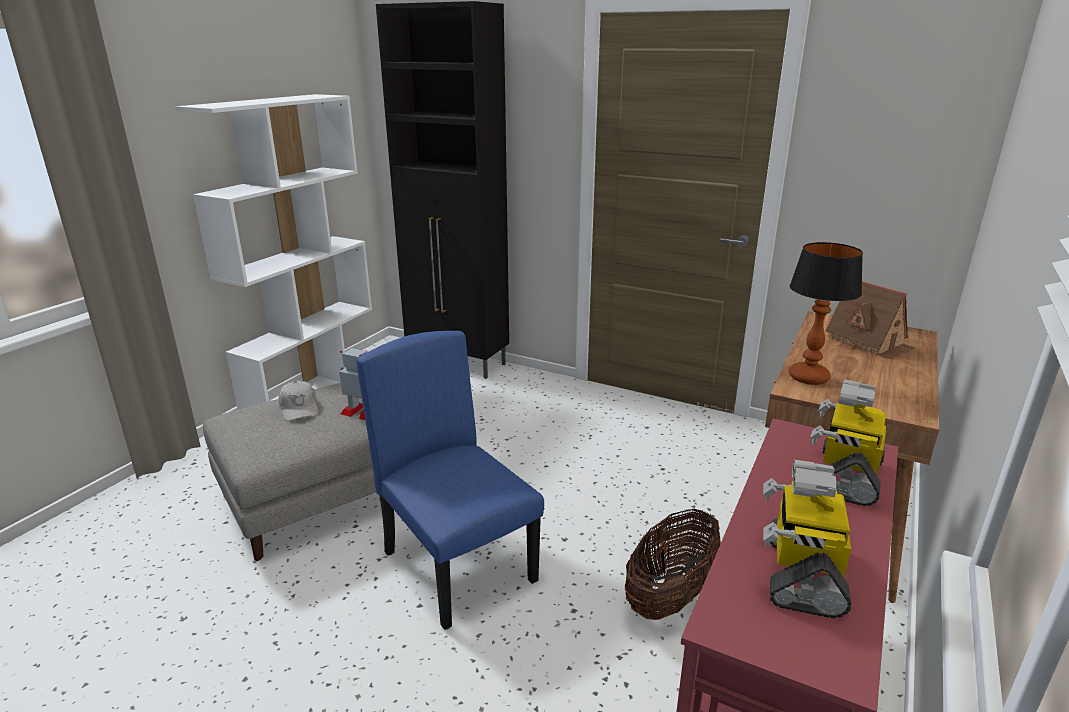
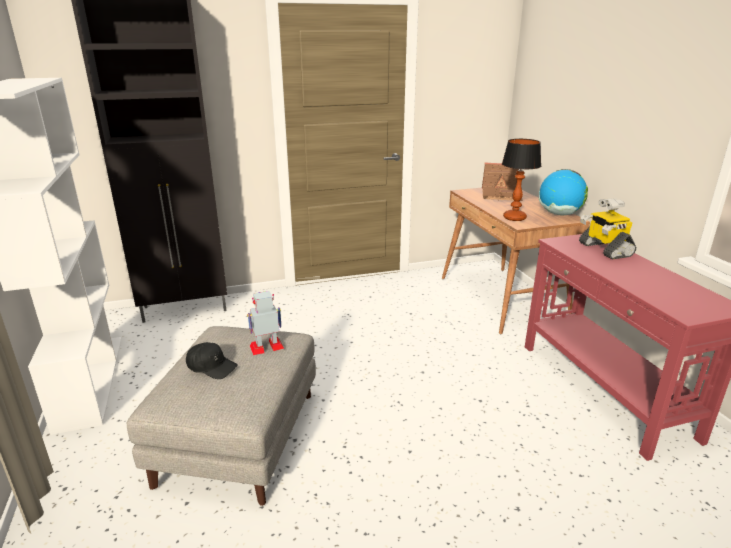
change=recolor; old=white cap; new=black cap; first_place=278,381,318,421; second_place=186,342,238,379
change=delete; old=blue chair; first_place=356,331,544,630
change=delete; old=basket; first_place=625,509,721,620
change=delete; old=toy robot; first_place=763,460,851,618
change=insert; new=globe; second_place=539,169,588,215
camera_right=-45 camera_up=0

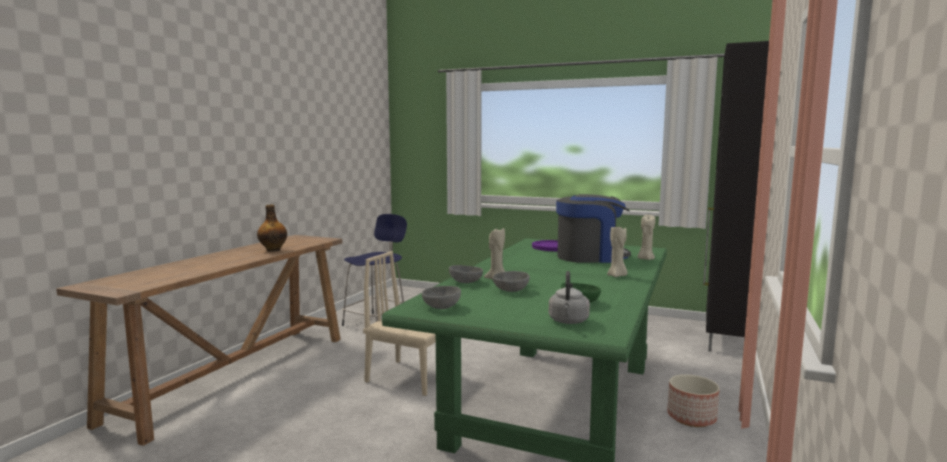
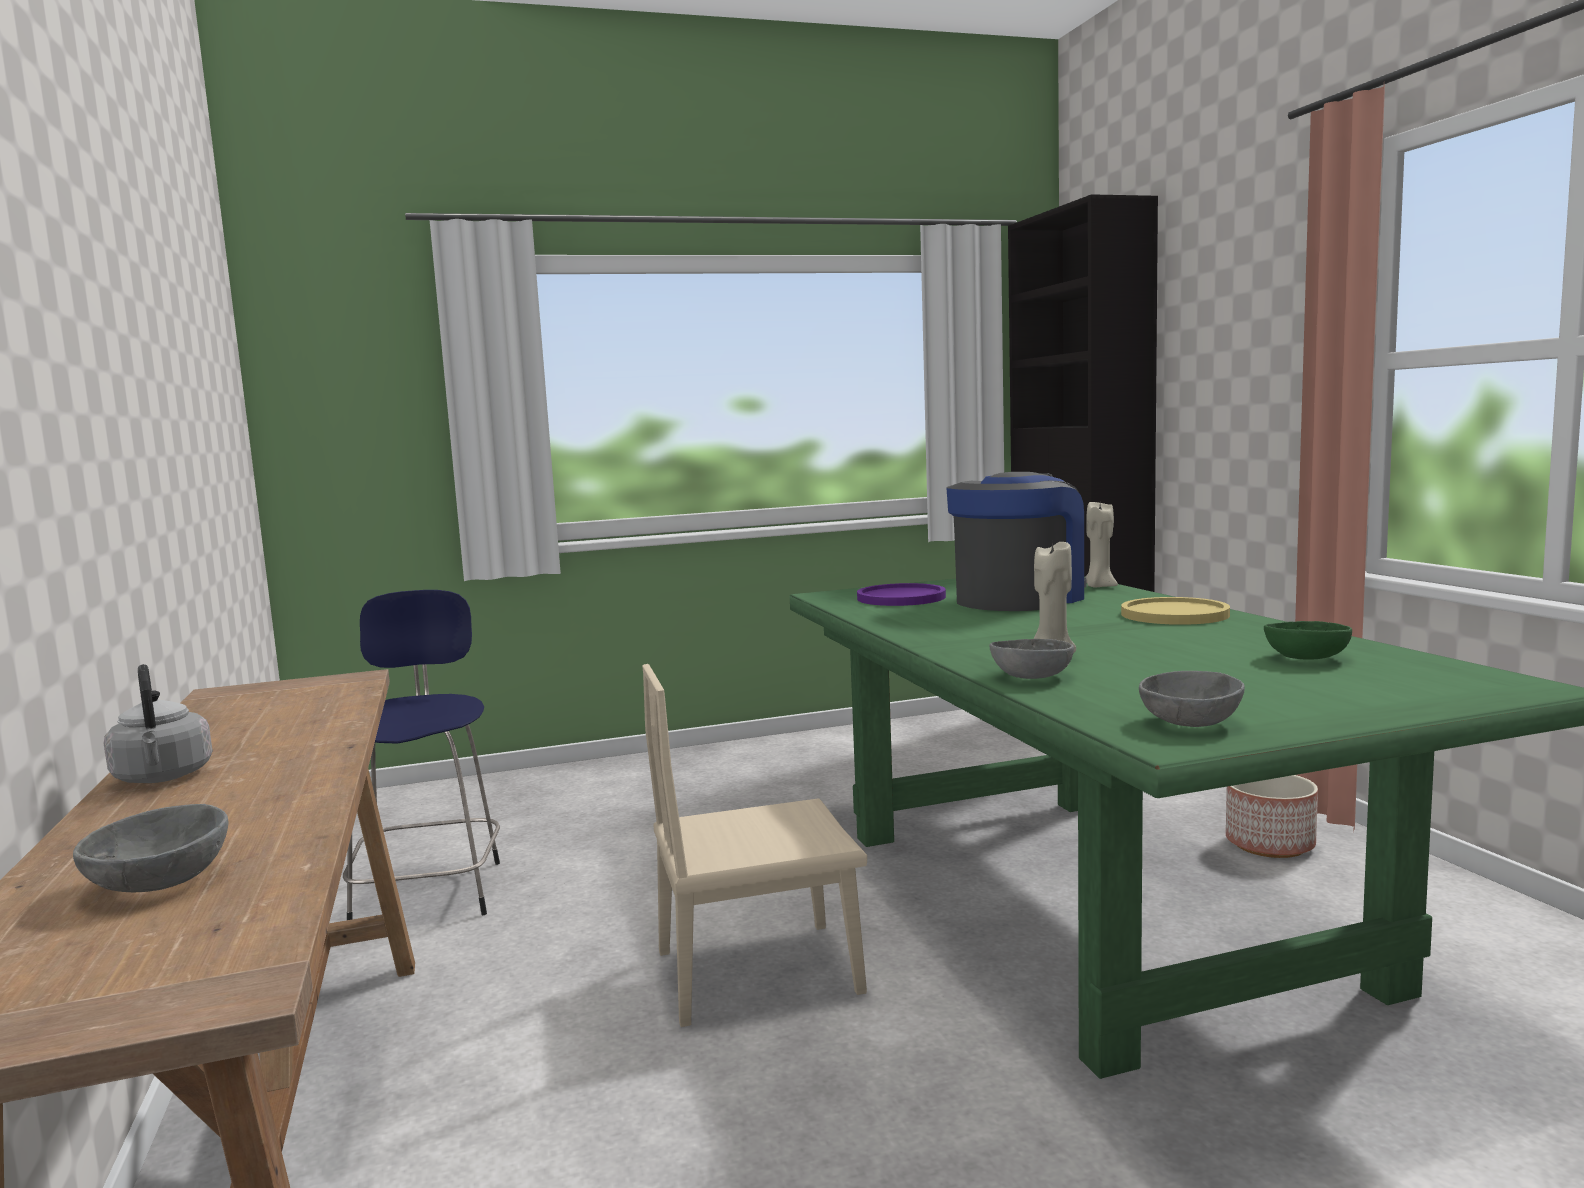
change=delete; old=bottle; first_place=257,204,287,252
change=move; old=grey bowl; first_place=493,271,530,292; second_place=73,804,228,892
change=move; old=grey kettle; first_place=549,271,590,324; second_place=104,664,213,783
change=replace; old=beige candle; new=yellow plate; first_place=607,226,628,277; second_place=1121,597,1230,625
camera_right=-40 camera_up=0

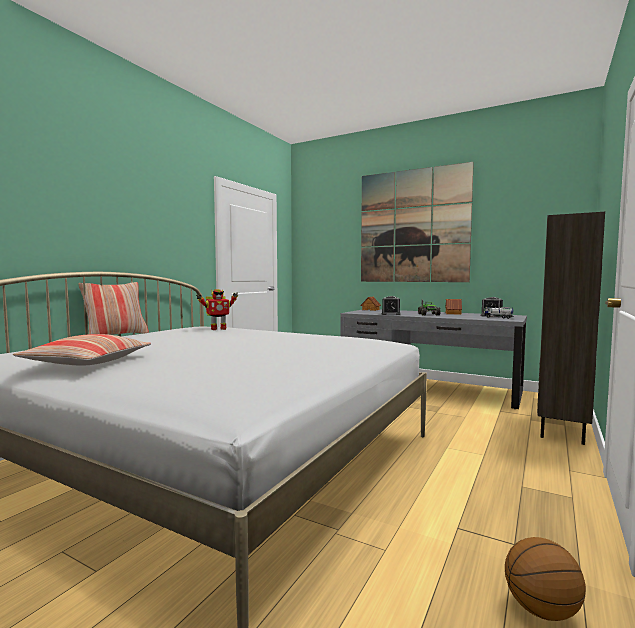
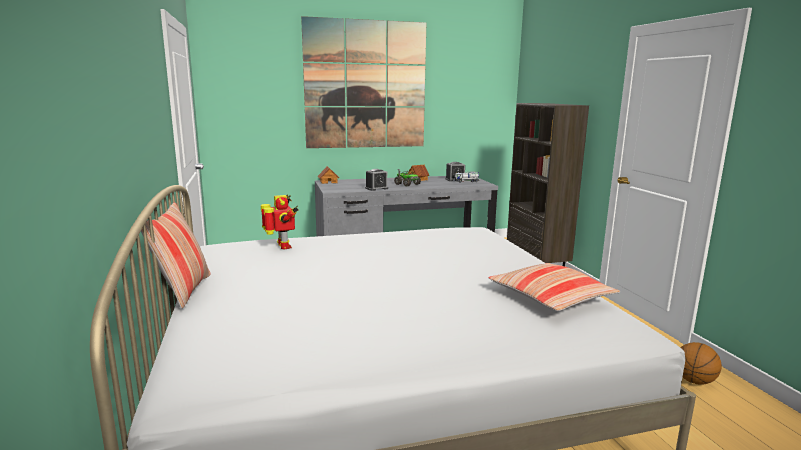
change=move; old=pillow; first_place=13,334,151,365; second_place=489,263,620,311
change=rotate; old=toy robot; first_place=196,289,238,330; second_place=261,194,299,249; degrees=-45
camera_right=-45 camera_up=10

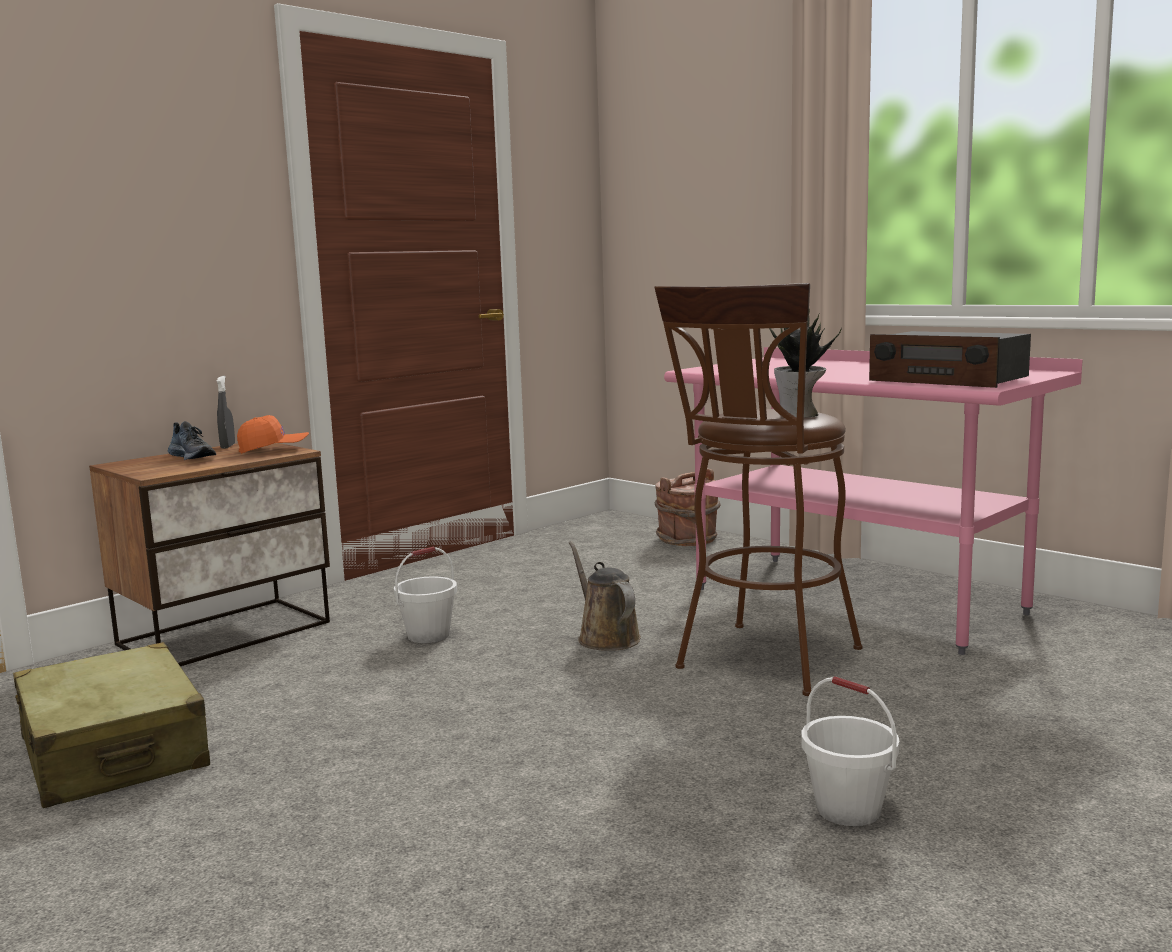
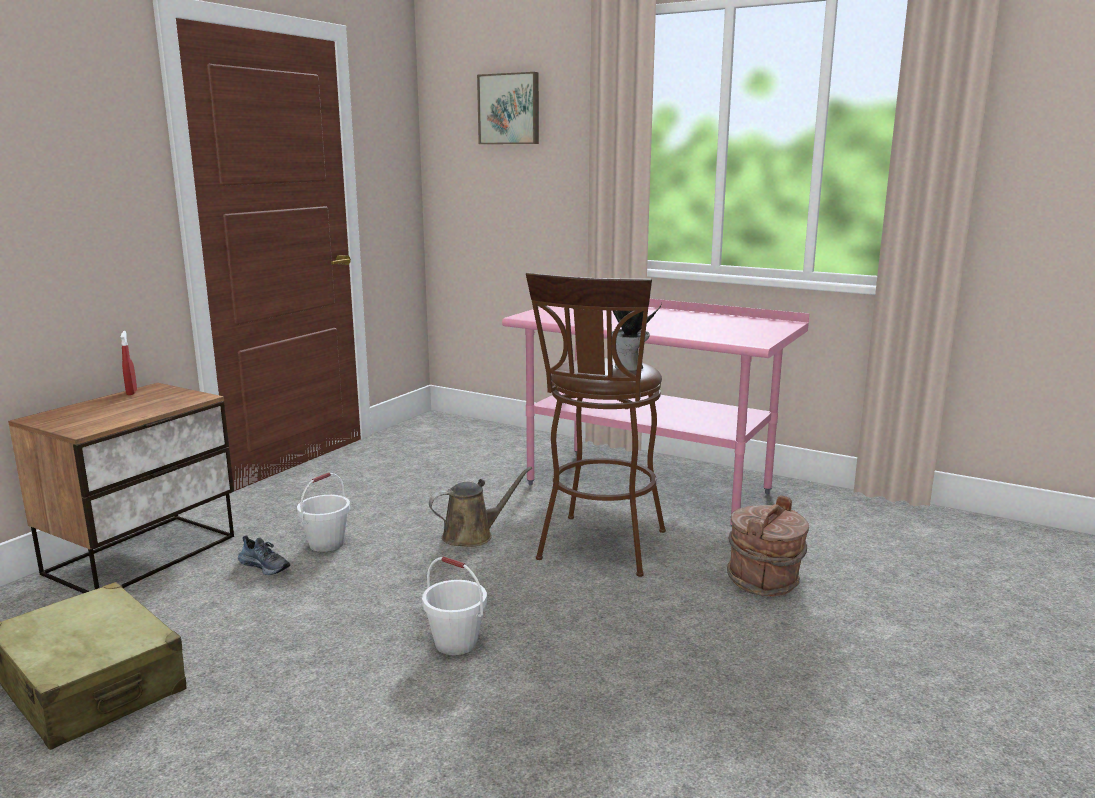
change=move; old=shoe; first_place=168,421,216,460; second_place=238,535,290,575
change=recolor; old=grey spray bottle; new=red spray bottle; first_place=216,376,235,448; second_place=121,331,137,395
change=delete; old=orange cap; first_place=237,415,309,454
change=rotate; old=brown watering can; first_place=569,541,641,651; second_place=429,467,532,547; degrees=105
change=move; old=brown bucket; first_place=655,468,720,546; second_place=727,495,809,597
change=move; old=white bucket; first_place=801,676,900,826; second_place=422,557,487,655
change=delete; old=radio; first_place=869,331,1031,388
change=insert; new=picture; second_place=477,72,539,144
camera_right=-15 camera_up=5

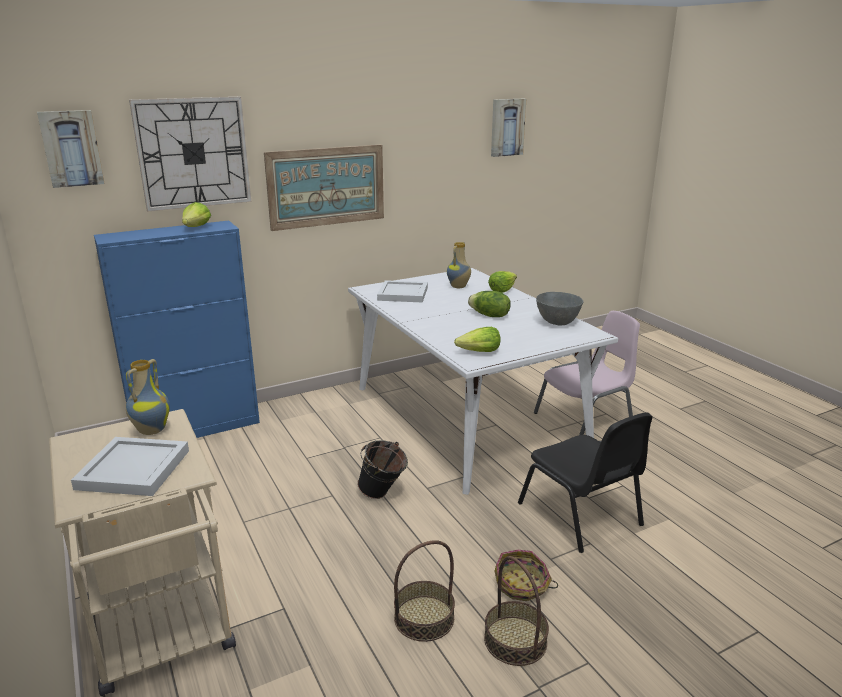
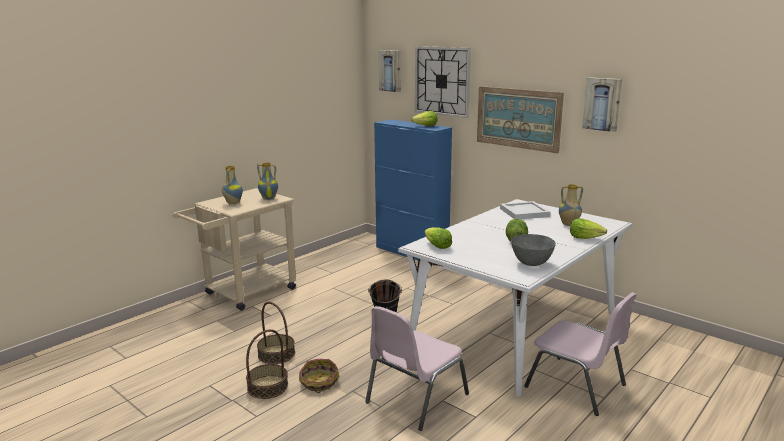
change=replace; old=white tray; new=vase; first_place=71,437,189,496; second_place=222,166,243,204
change=move; old=picture; first_place=491,99,526,157; second_place=582,77,622,132
change=recolor; old=black chair; new=pink chair; first_place=518,413,652,553; second_place=365,306,469,431
camera_right=70 camera_up=-5

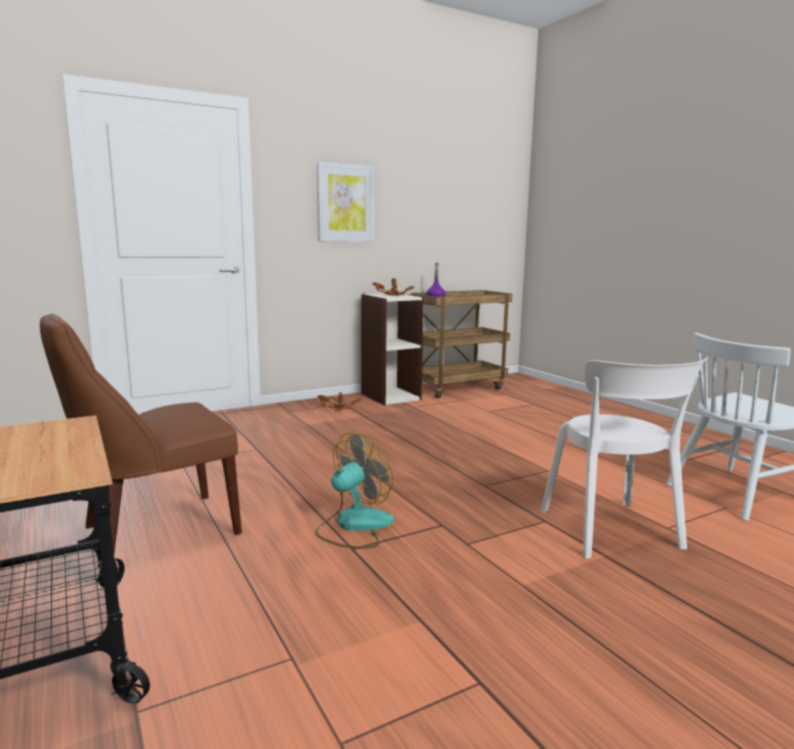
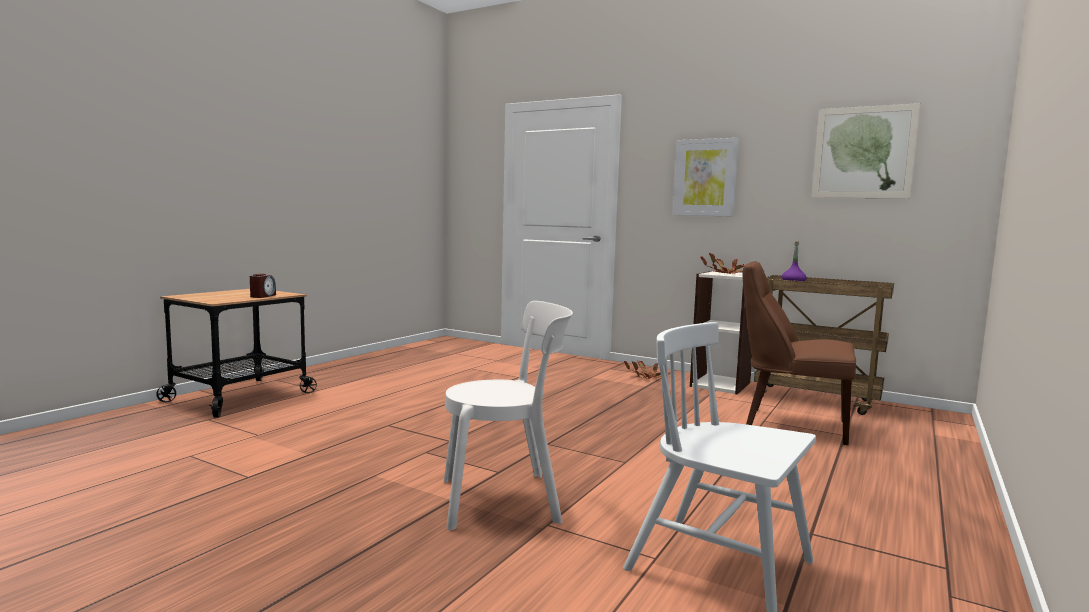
change=move; old=brown chair; first_place=40,314,242,554; second_place=743,262,856,445
change=delete; old=fan; first_place=315,433,394,549
change=rotate; old=white chair; first_place=541,357,708,559; second_place=444,301,573,530; degrees=-150
change=insert; new=alarm clock; second_place=250,274,276,298
change=insert; new=picture; second_place=812,103,920,198
camera_right=60 camera_up=-5

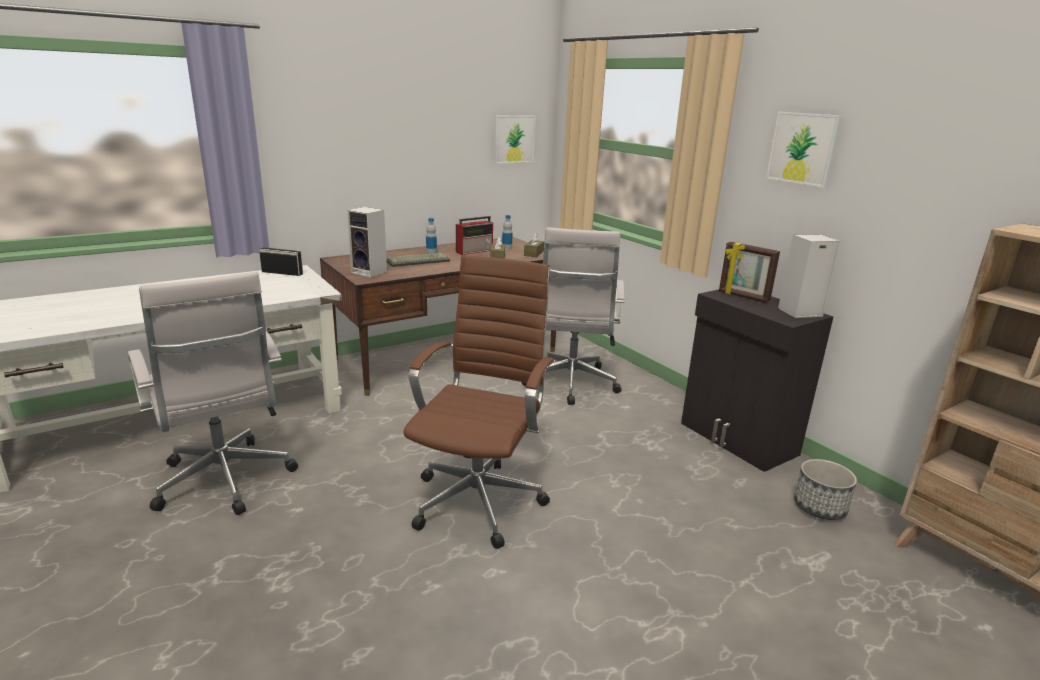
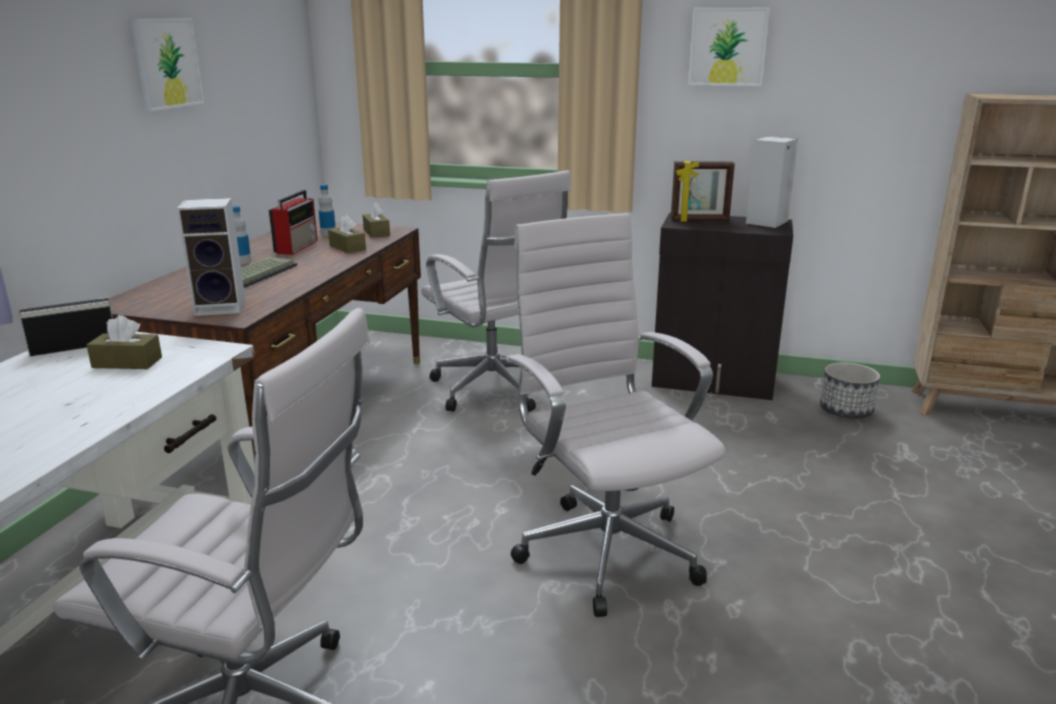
change=recolor; old=brown office chair; new=white office chair; first_place=403,255,555,549; second_place=506,213,726,617
change=move; old=picture; first_place=494,115,535,164; second_place=130,19,204,112
change=insert; new=brown tissue box; second_place=87,315,162,369
camera_right=-40 camera_up=0

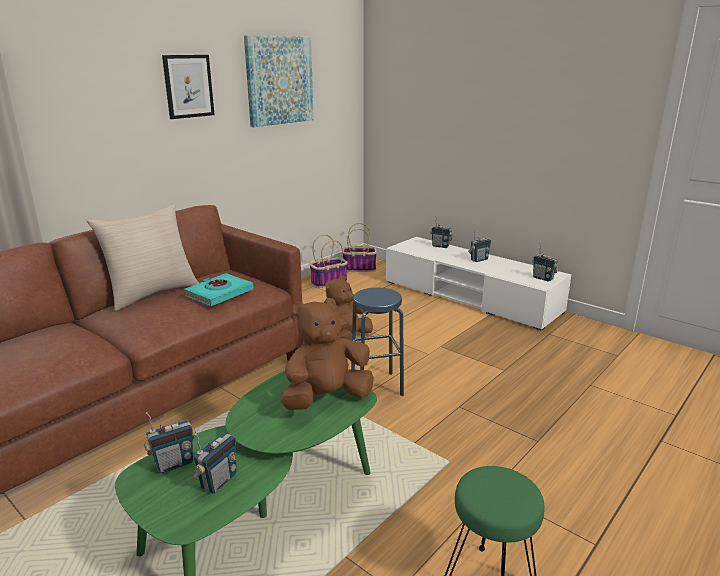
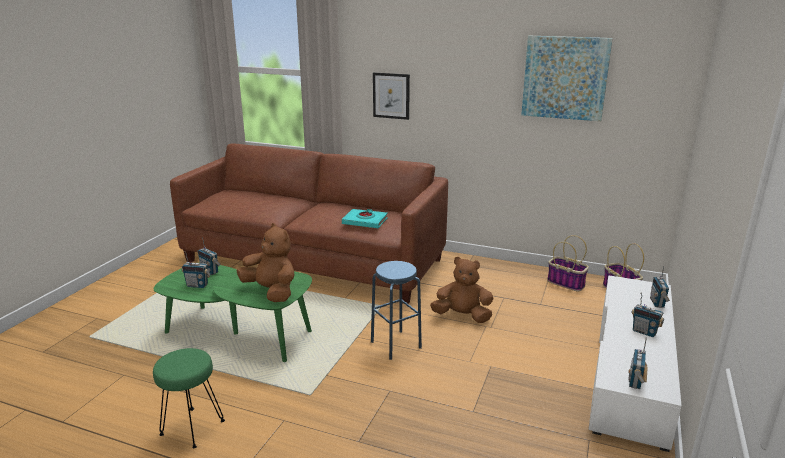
change=delete; old=beige pillow; first_place=86,203,199,311
change=move; old=picture; first_place=162,55,215,119; second_place=373,72,410,120
camera_right=70 camera_up=0

